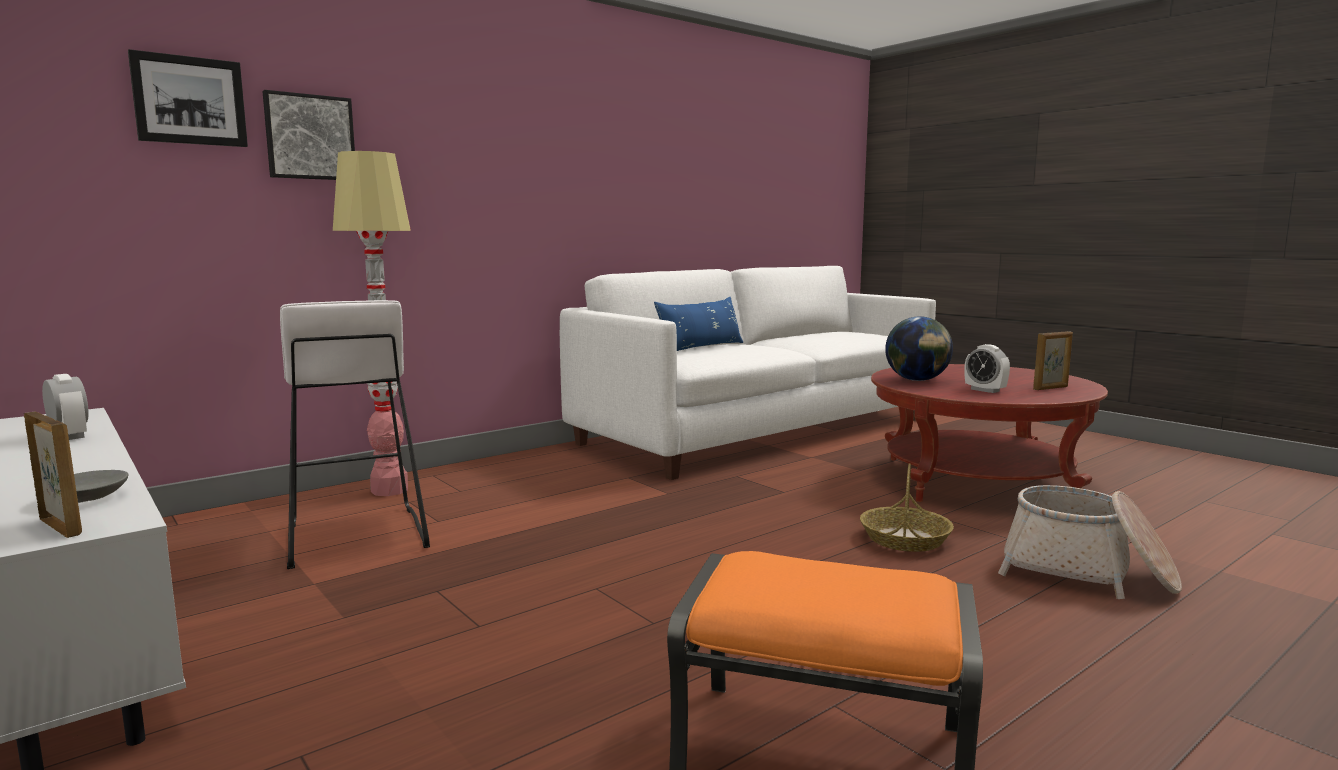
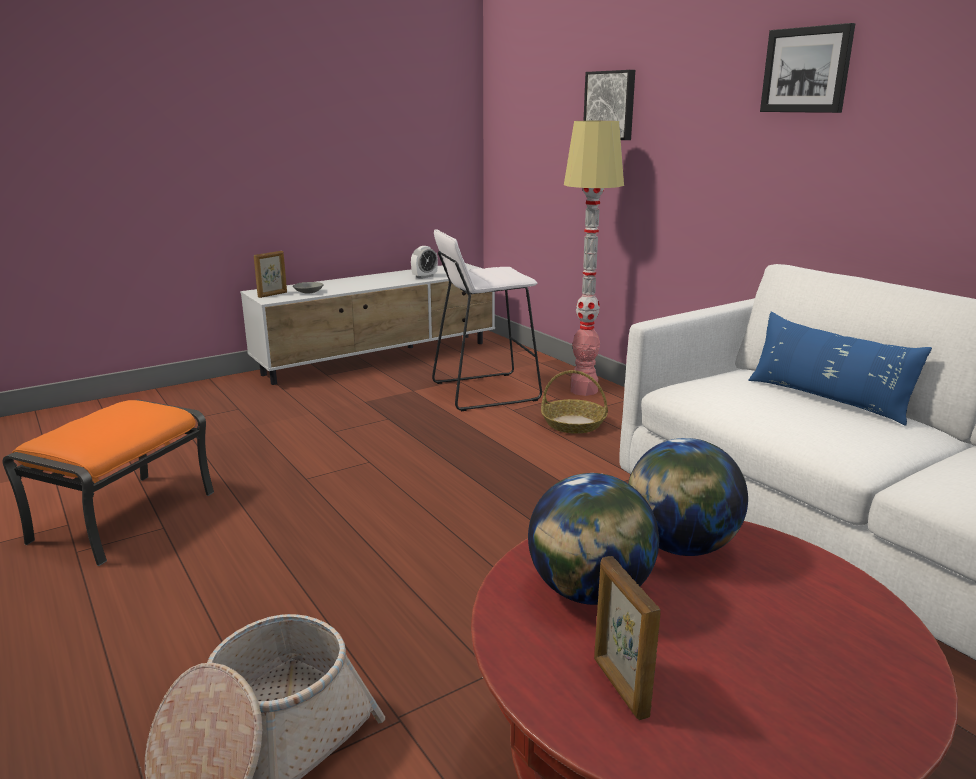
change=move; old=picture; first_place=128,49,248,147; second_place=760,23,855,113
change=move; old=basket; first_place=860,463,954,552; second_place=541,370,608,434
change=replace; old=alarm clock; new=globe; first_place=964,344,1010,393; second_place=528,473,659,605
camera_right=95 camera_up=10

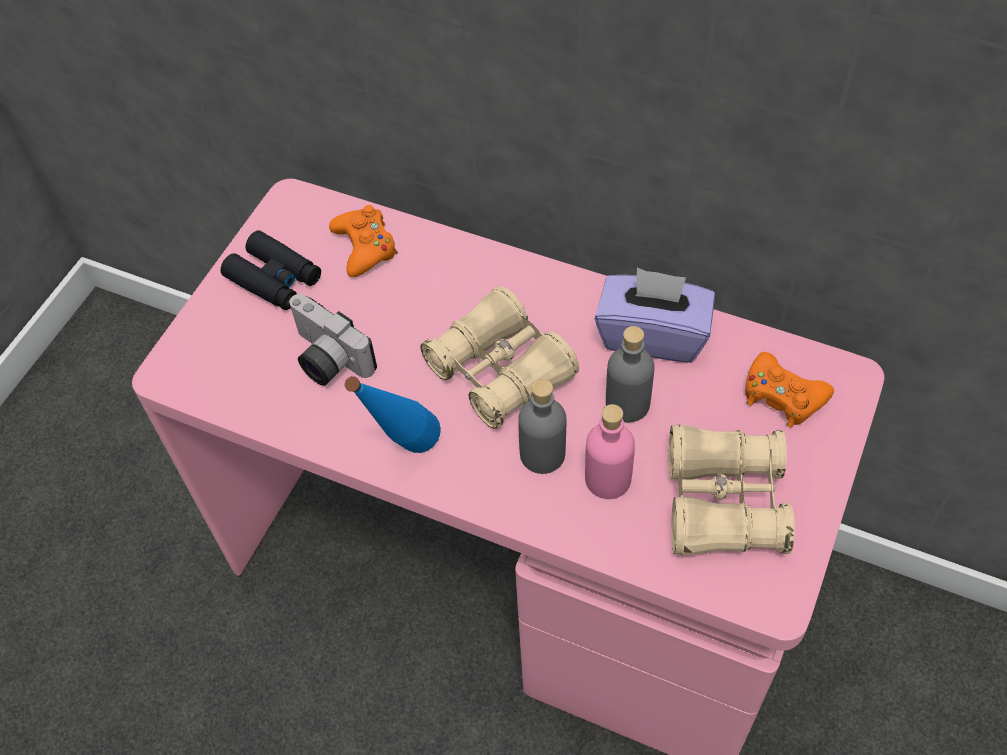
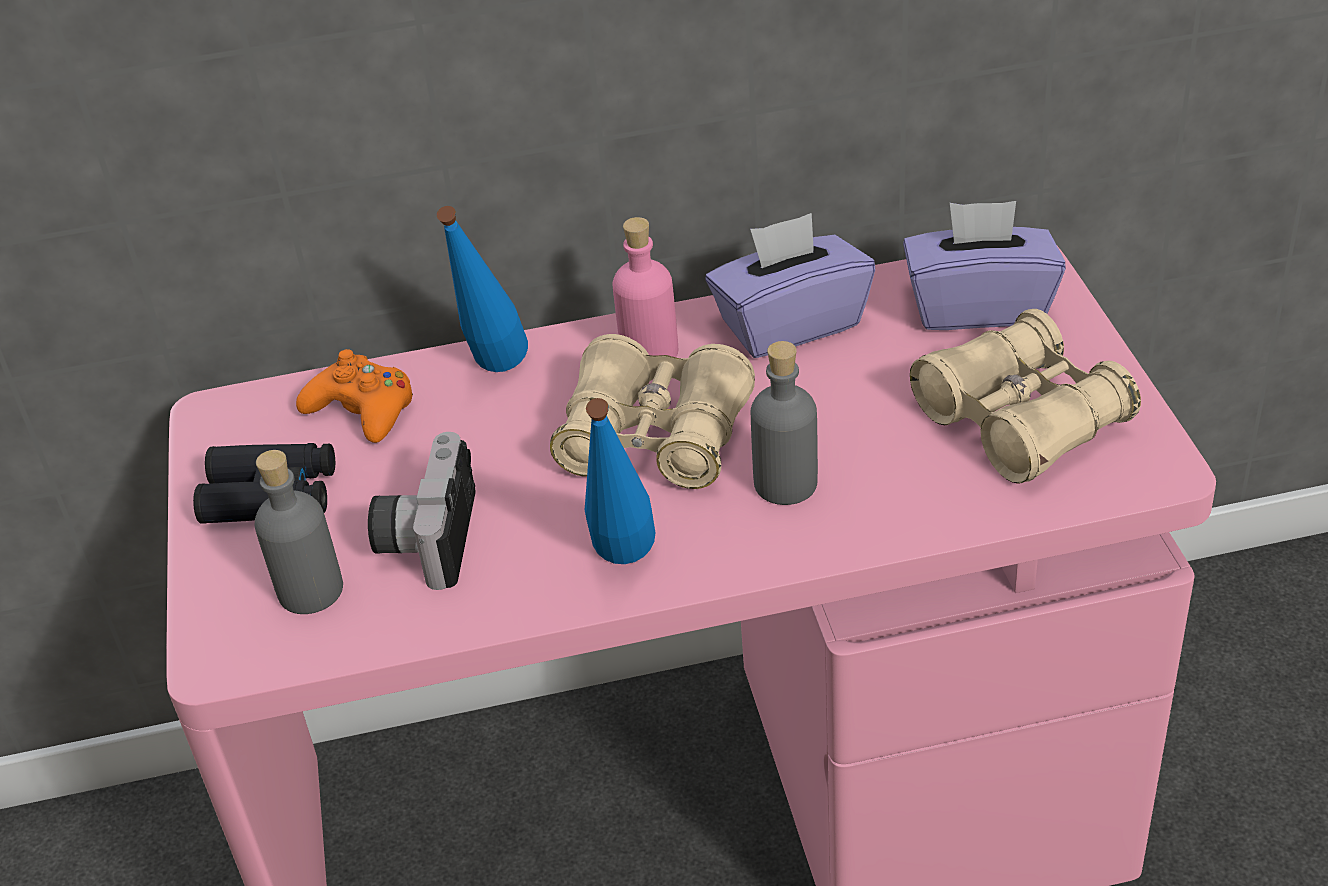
change=rotate; old=photo camera; first_place=289,294,377,386; second_place=368,432,476,590; degrees=90
change=move; old=pink bottle; first_place=585,404,635,499; second_place=612,217,678,357
change=move; old=grey bottle; first_place=606,326,655,422; second_place=254,450,343,614
change=replace; old=orange game controller; new=purple tissue box; first_place=745,352,834,428; second_place=903,201,1066,330
change=insert; new=blue bottle; second_place=437,206,528,372
camera_right=-35 camera_up=-15

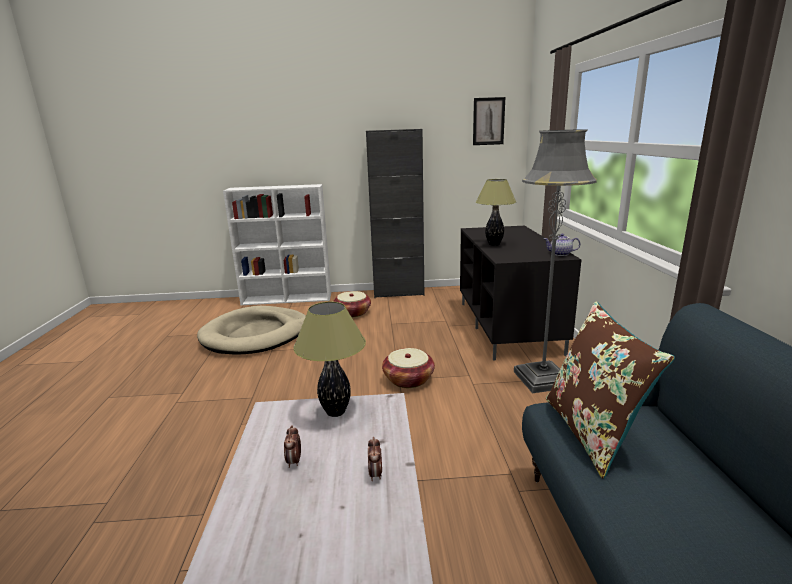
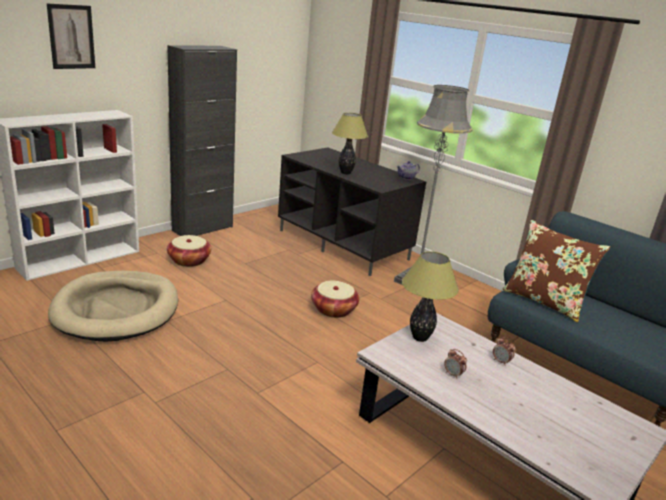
change=move; old=picture; first_place=473,97,505,145; second_place=47,4,95,69
camera_right=-45 camera_up=5

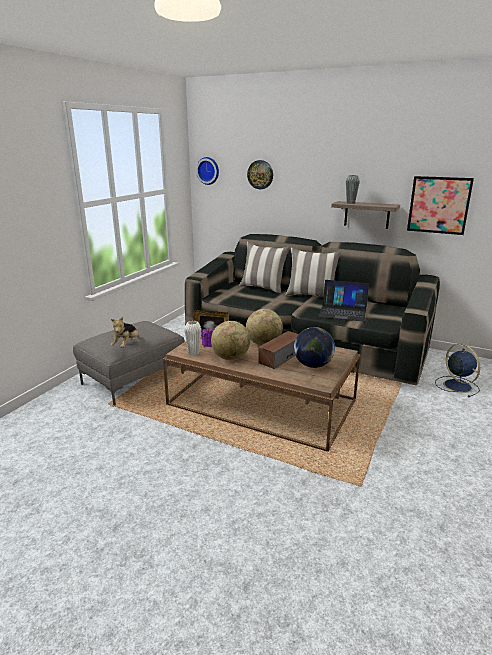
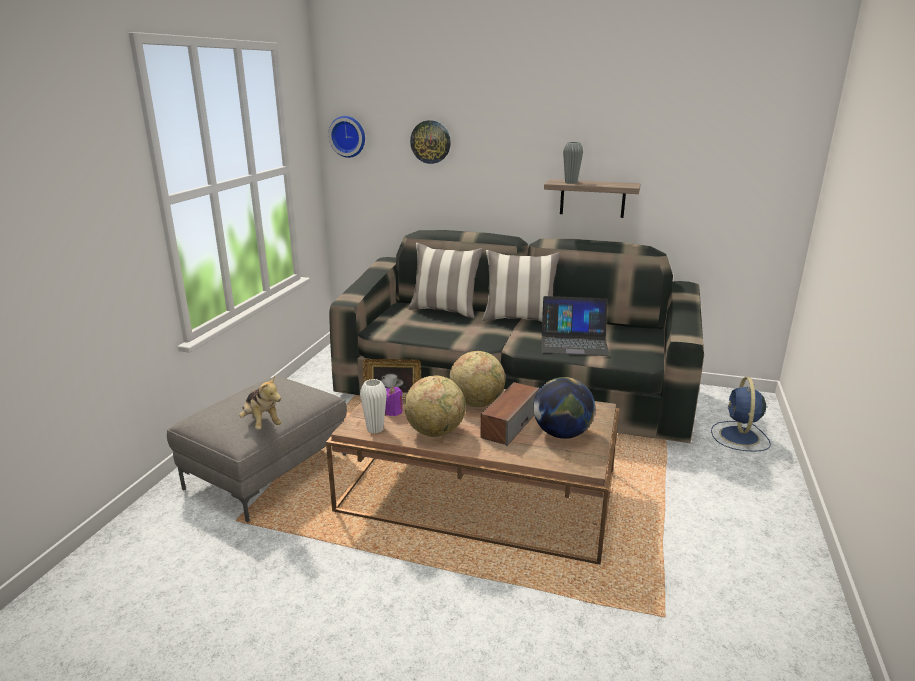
change=rotate; old=plush toy; first_place=111,317,139,348; second_place=239,375,282,430; degrees=-45
change=delete; old=picture; first_place=407,176,474,235
change=rotate; old=blue fan; first_place=435,344,480,397; second_place=711,377,771,452; degrees=-135
camera_right=-10 camera_up=0

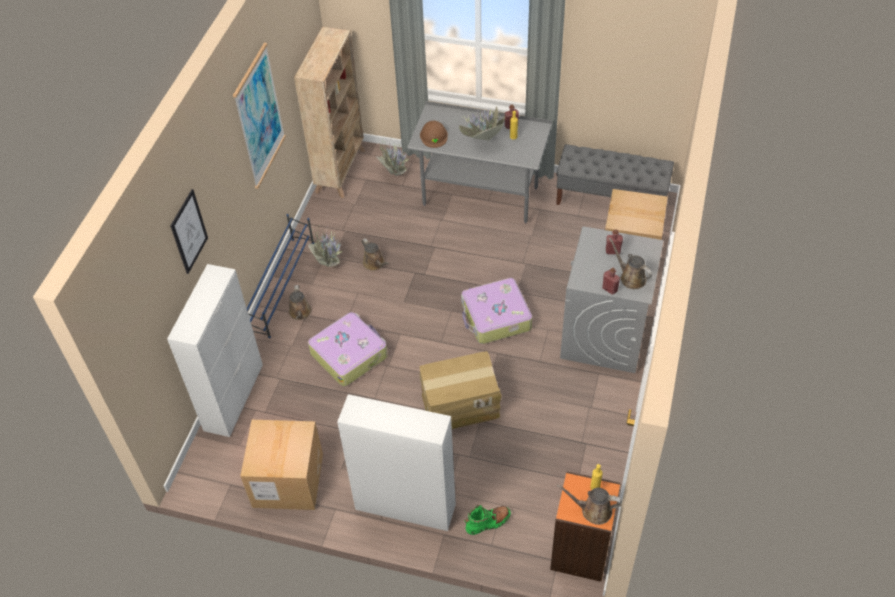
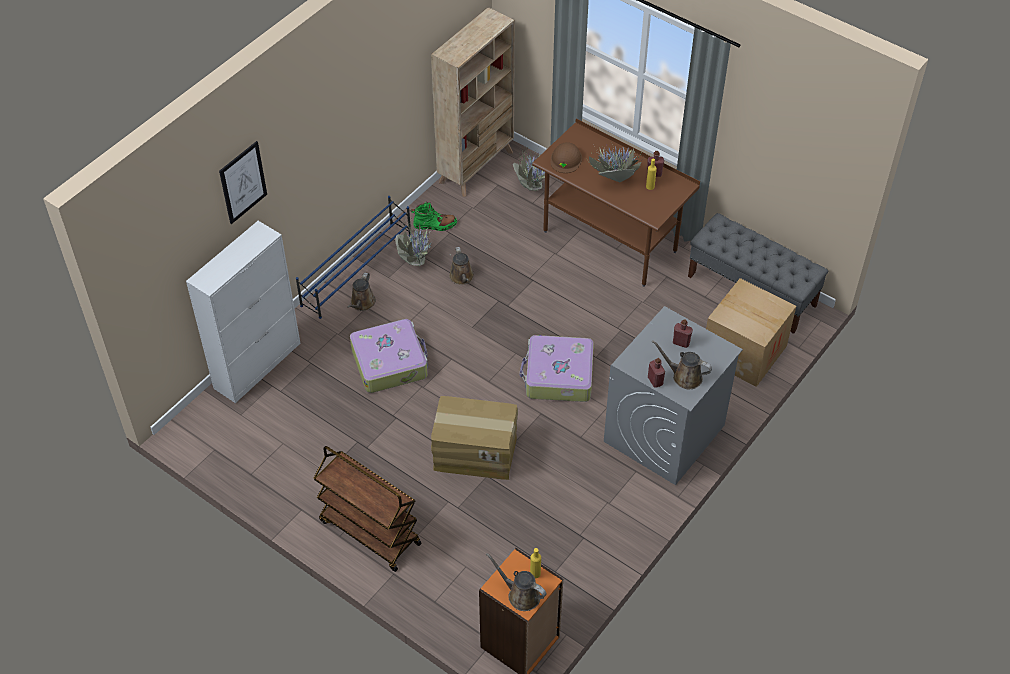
change=delete; old=picture; first_place=233,43,286,189
change=delete; old=cardboard box; first_place=240,420,323,510
change=replace; old=white cabinet; new=brown cart; first_place=337,394,456,531; second_place=313,446,422,572
change=recolor; old=grey desk; new=brown desk; first_place=407,101,552,224; second_place=532,119,700,287
change=move; old=green boot; first_place=464,505,511,535; second_place=411,202,457,231
change=rotate; old=brown watering can; first_place=609,237,652,289; second_place=652,340,712,389; degrees=-45
camera_right=20 camera_up=0

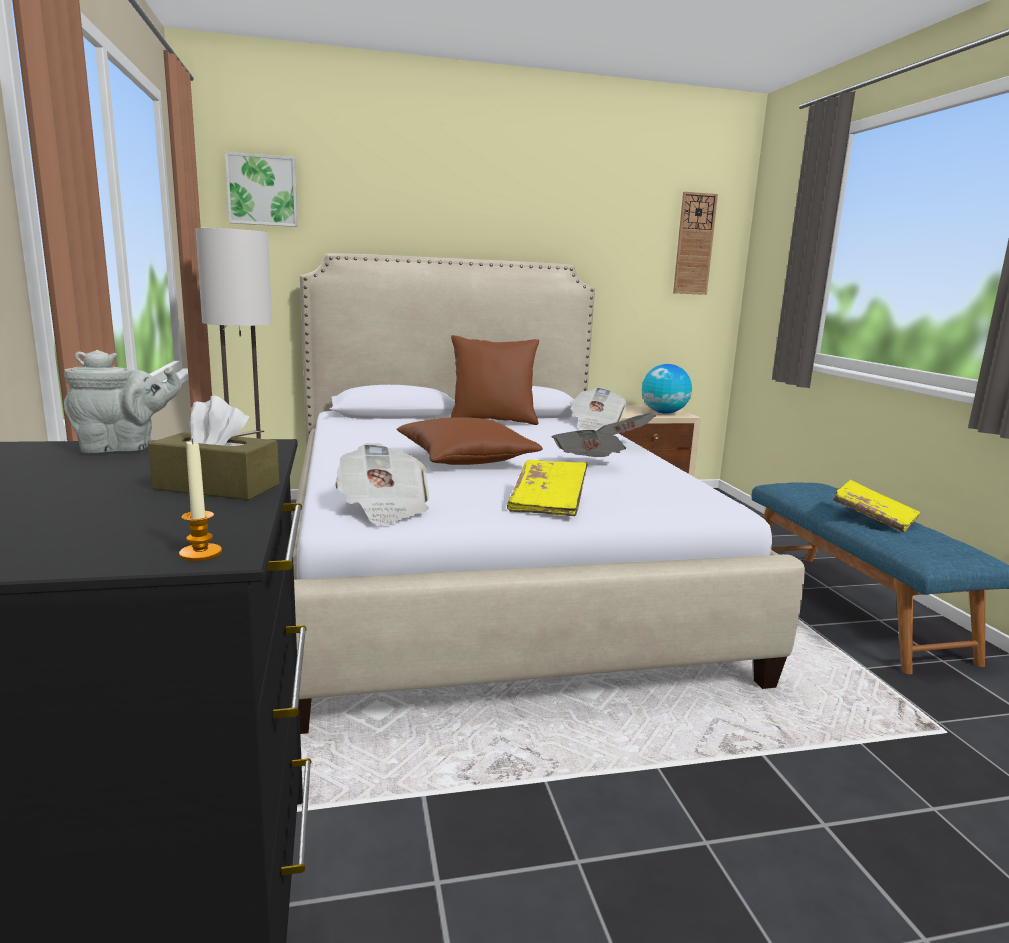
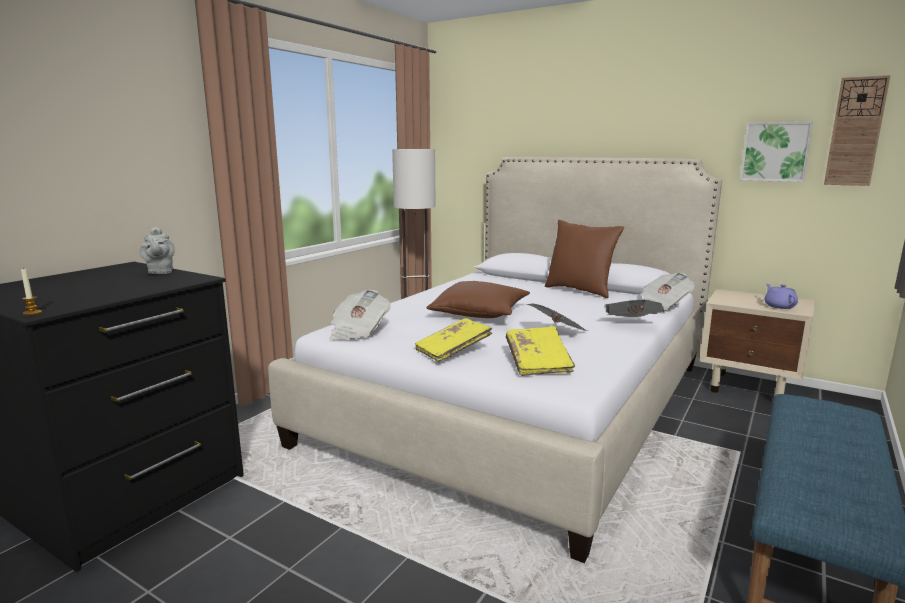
change=rotate; old=grey teapot; first_place=64,350,182,453; second_place=139,227,175,274; degrees=45
change=delete; old=brown tissue box; first_place=148,395,279,500
change=move; old=picture; first_place=225,152,298,227; second_place=740,121,813,182
change=replace; old=globe; new=purple teapot; first_place=641,364,692,414; second_place=764,284,798,309
change=move; old=yellow book; first_place=833,480,920,533; second_place=506,326,575,376
camera_right=45 camera_up=0

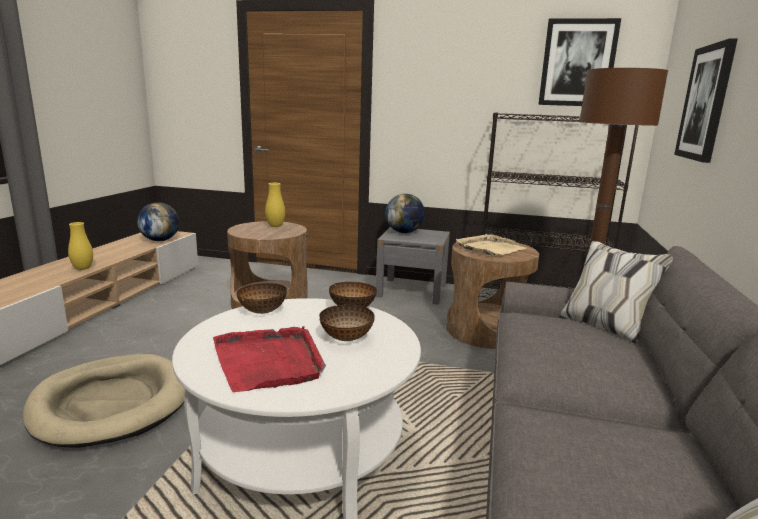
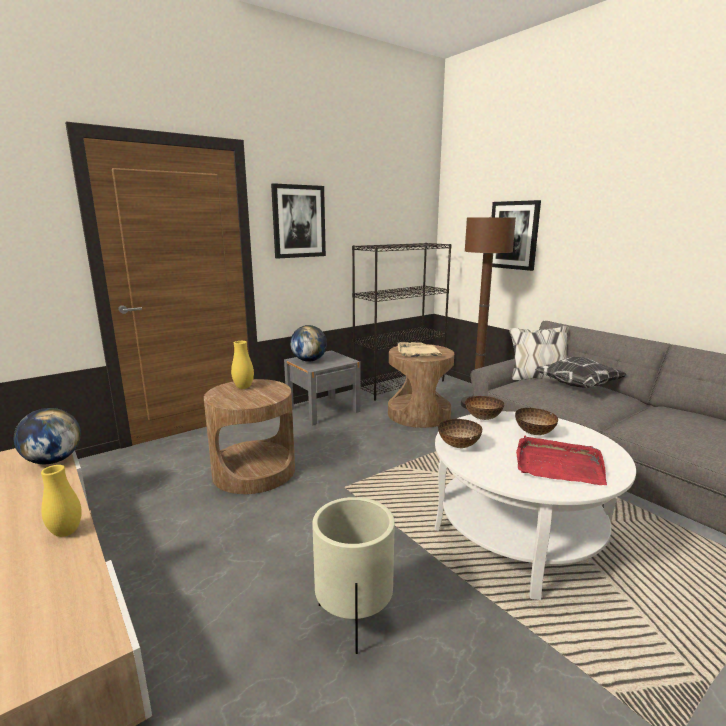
change=replace; old=beige dog bed; new=beige planter; first_place=23,354,185,448; second_place=312,497,395,654
change=move; old=picture; first_place=538,18,621,106; second_place=271,183,326,259
change=insert; new=pillow; second_place=535,357,626,388
camera_right=-50 camera_up=0

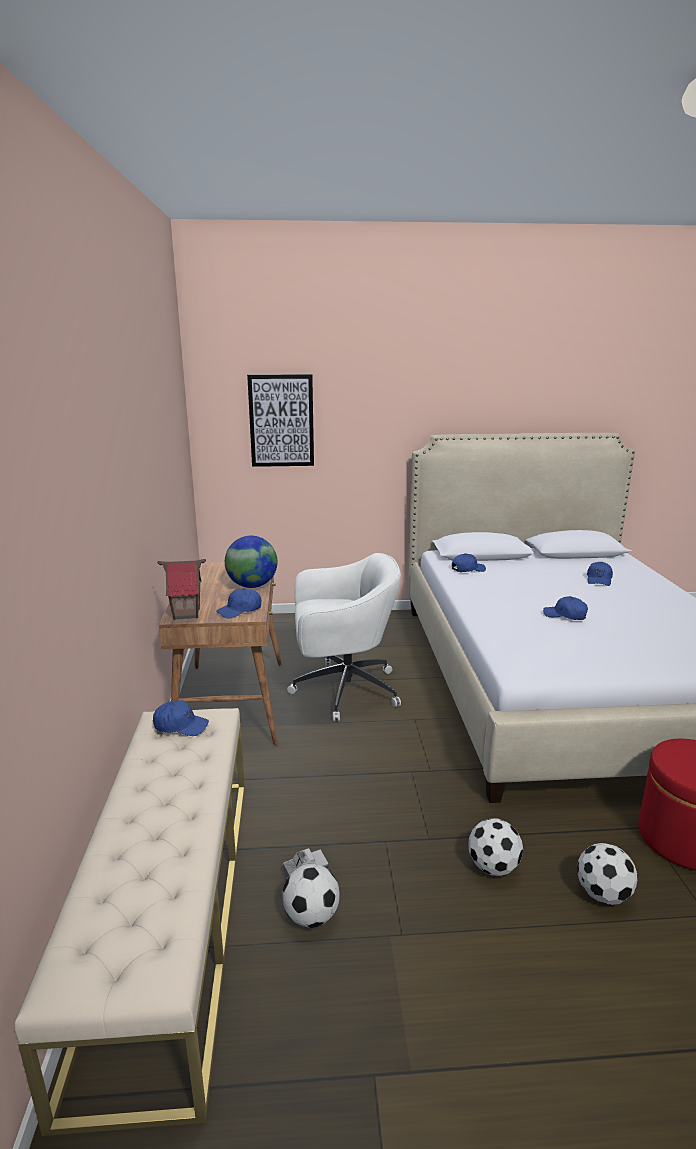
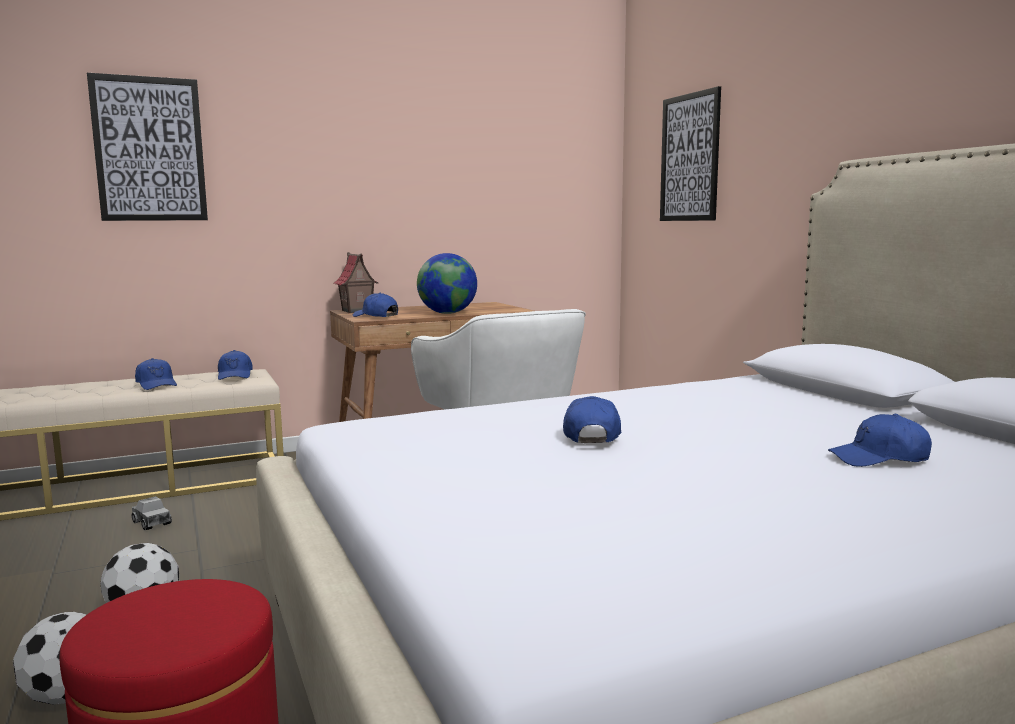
change=delete; old=football; first_place=283,864,340,928
change=move; old=blue cap; first_place=452,553,486,572; second_place=135,358,177,390
change=insert; new=picture; second_place=87,73,208,221
camera_right=70 camera_up=-10

